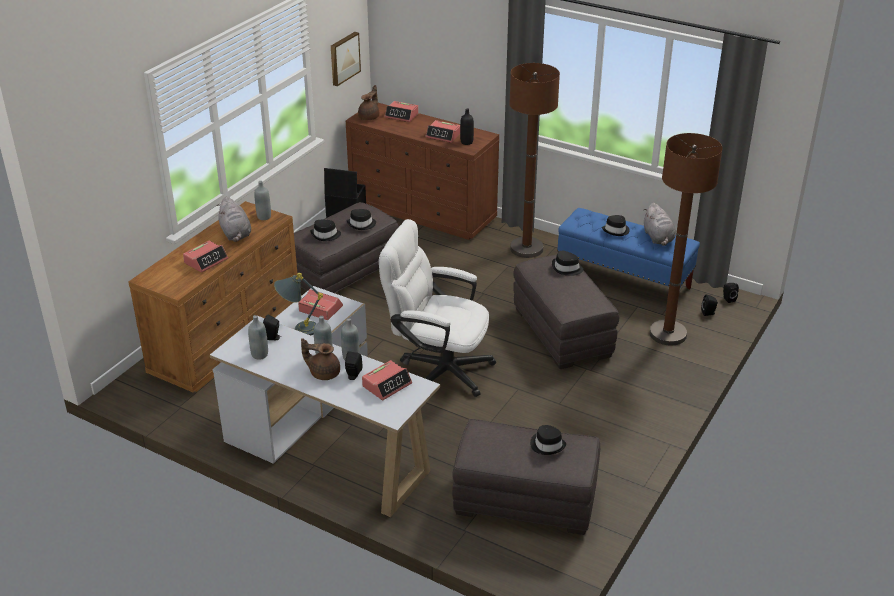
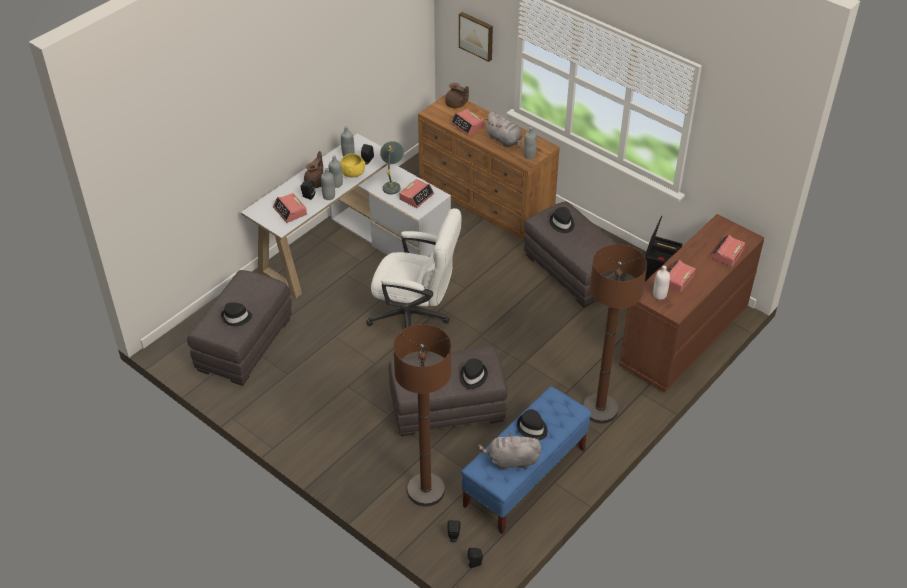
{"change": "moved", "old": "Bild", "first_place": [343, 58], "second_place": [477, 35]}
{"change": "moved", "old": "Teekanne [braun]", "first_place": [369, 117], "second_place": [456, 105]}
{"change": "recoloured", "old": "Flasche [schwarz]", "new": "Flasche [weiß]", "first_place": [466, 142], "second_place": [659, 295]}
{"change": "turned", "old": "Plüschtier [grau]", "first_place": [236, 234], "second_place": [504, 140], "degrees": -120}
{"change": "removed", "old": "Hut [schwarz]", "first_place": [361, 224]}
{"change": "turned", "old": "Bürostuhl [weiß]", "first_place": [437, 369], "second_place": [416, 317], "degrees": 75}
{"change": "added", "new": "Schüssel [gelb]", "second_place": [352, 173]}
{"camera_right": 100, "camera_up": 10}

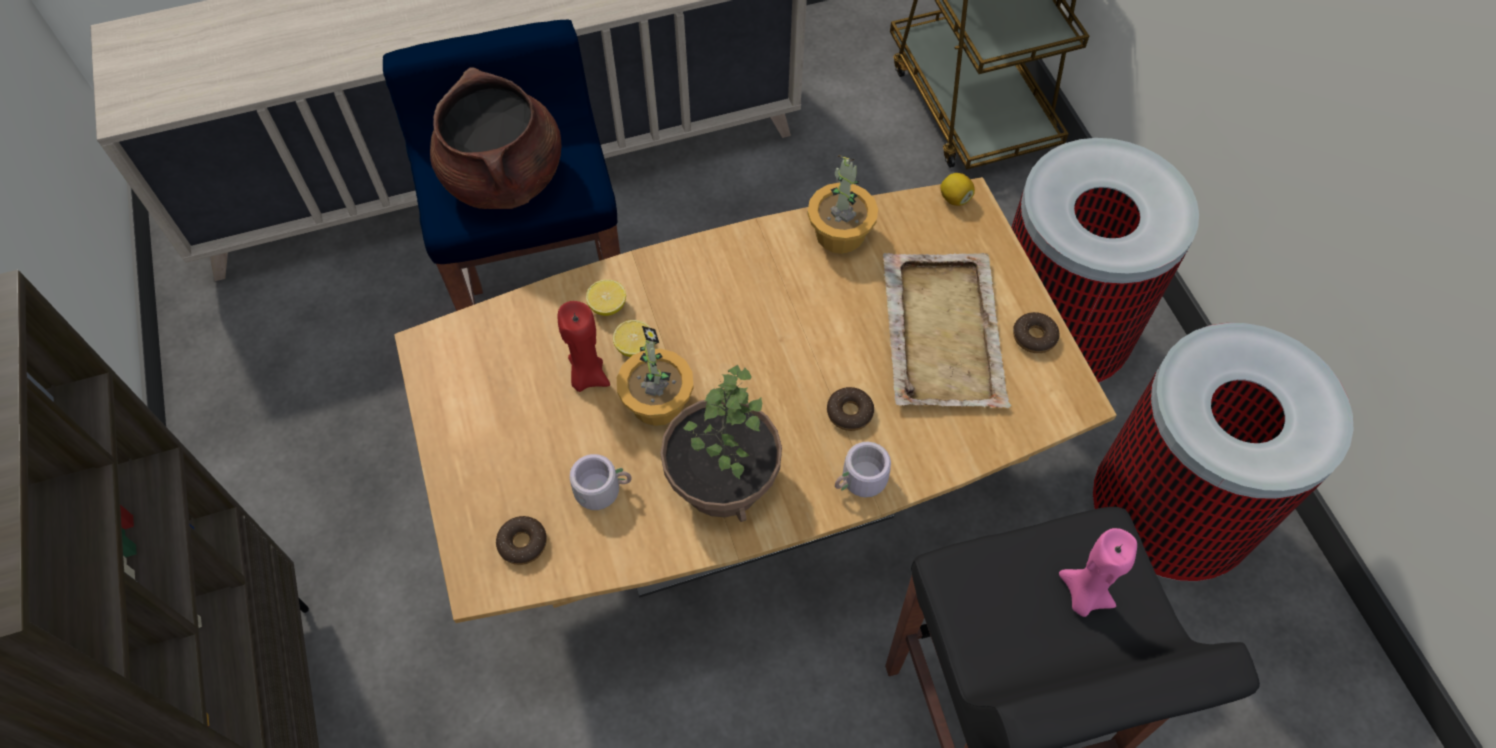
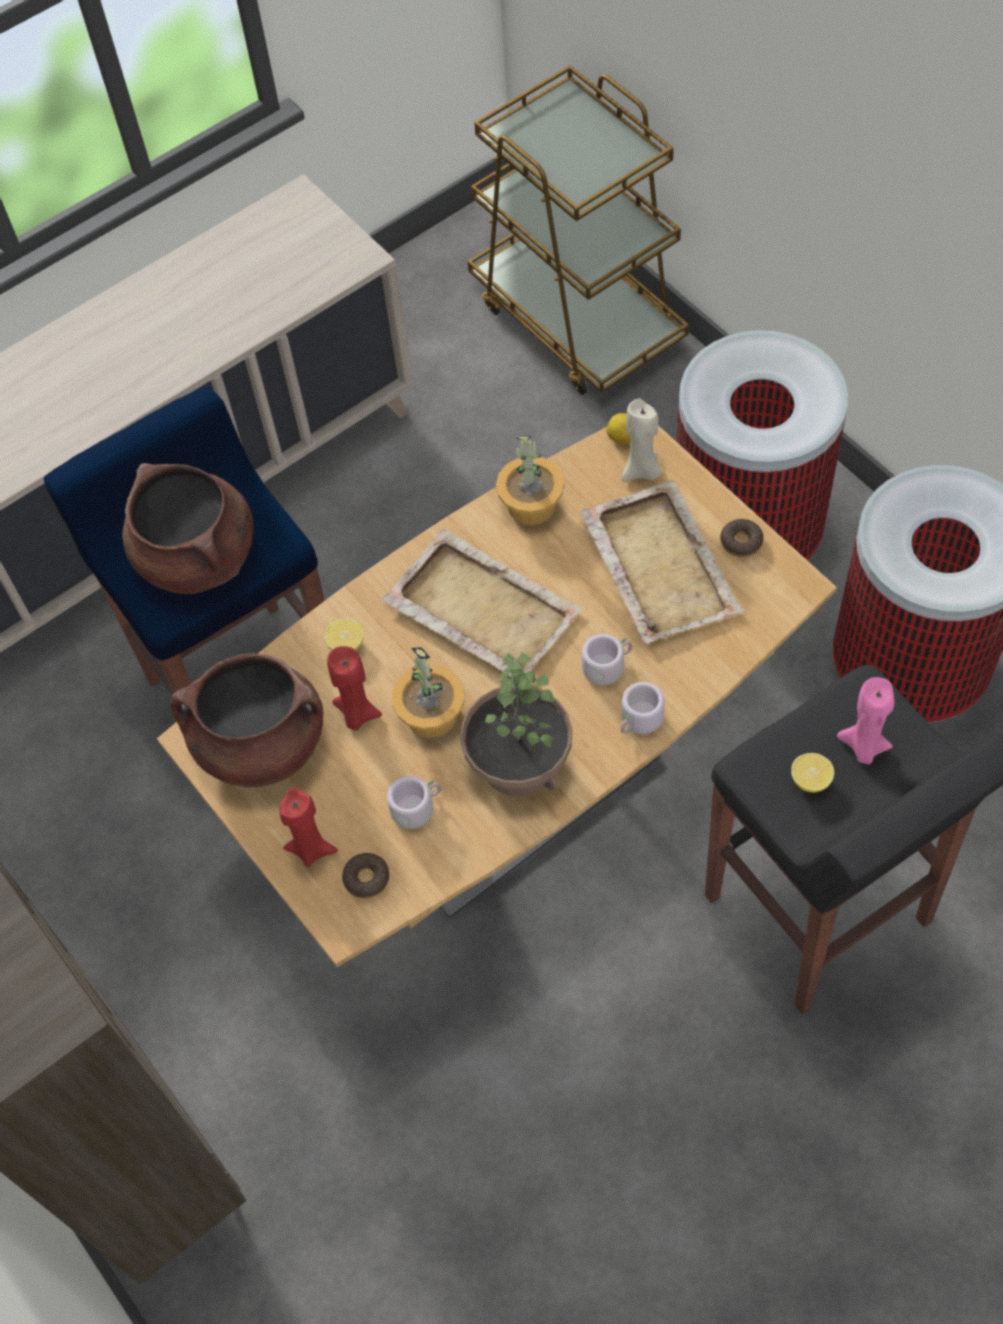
{"change": "moved", "old": "Zitrone", "first_place": [634, 347], "second_place": [810, 780]}
{"change": "replaced", "old": "Donut", "new": "Henkelbecher [grau]", "first_place": [849, 412], "second_place": [606, 665]}
{"change": "added", "new": "Kerze [beige]", "second_place": [642, 471]}
{"change": "added", "new": "Tablett [beige]", "second_place": [480, 607]}
{"change": "added", "new": "Kochtopf [braun]", "second_place": [261, 745]}
{"change": "added", "new": "Kerze [rot]", "second_place": [311, 848]}
{"camera_right": -15, "camera_up": 0}

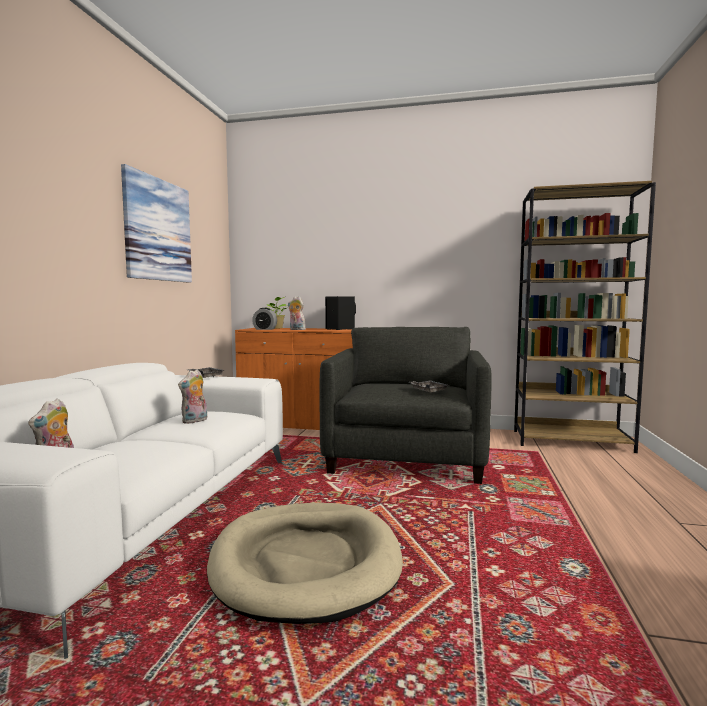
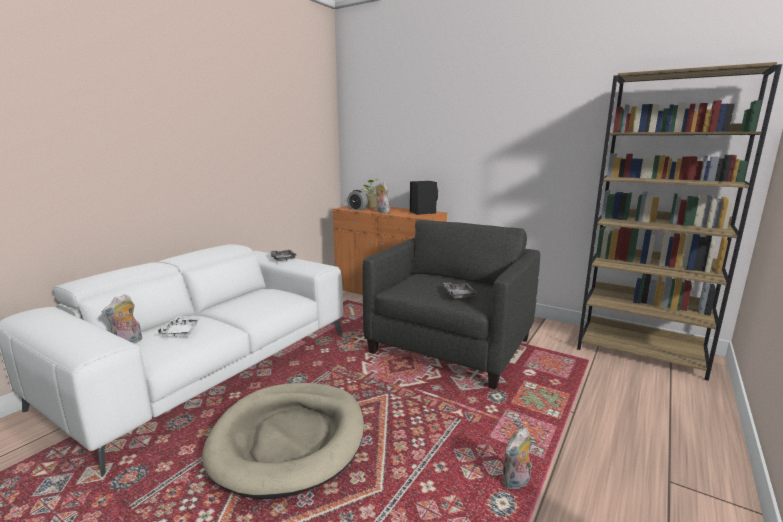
{"change": "removed", "old": "Bild", "first_place": [158, 230]}
{"change": "moved", "old": "Plüschtier", "first_place": [195, 421], "second_place": [516, 483]}
{"change": "added", "new": "Tablett [weiß]", "second_place": [181, 332]}
{"camera_right": 20, "camera_up": 10}

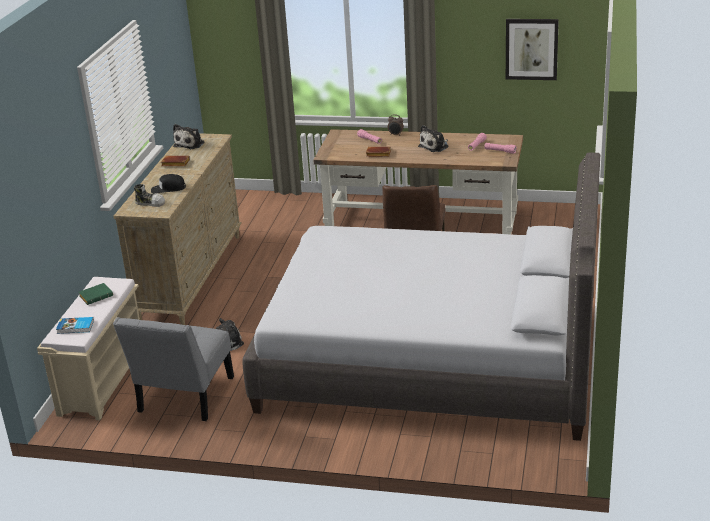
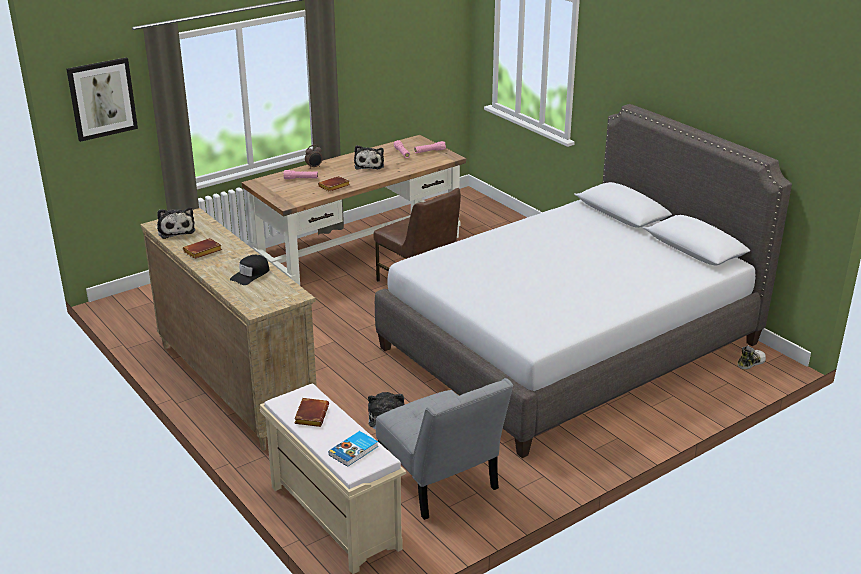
{"change": "moved", "old": "Bild", "first_place": [531, 49], "second_place": [102, 98]}
{"change": "moved", "old": "Schuh", "first_place": [150, 203], "second_place": [750, 363]}
{"change": "recoloured", "old": "Buch [grün]", "new": "Buch [braun]", "first_place": [96, 296], "second_place": [310, 415]}
{"camera_right": -50, "camera_up": 0}

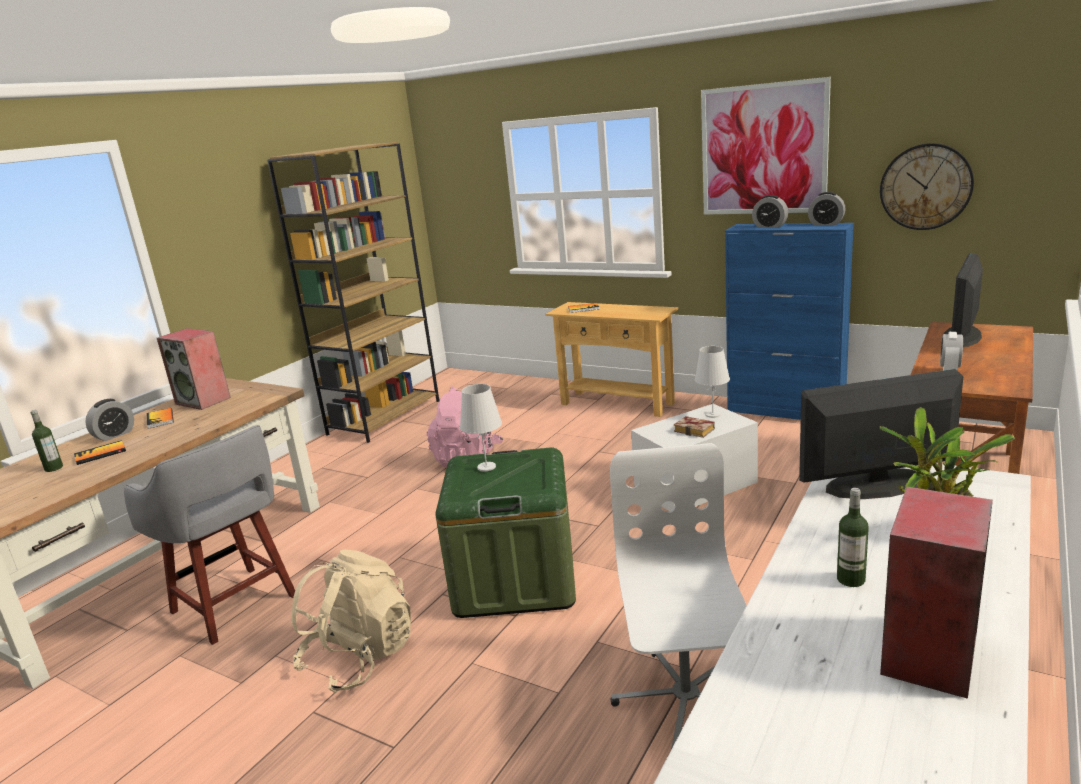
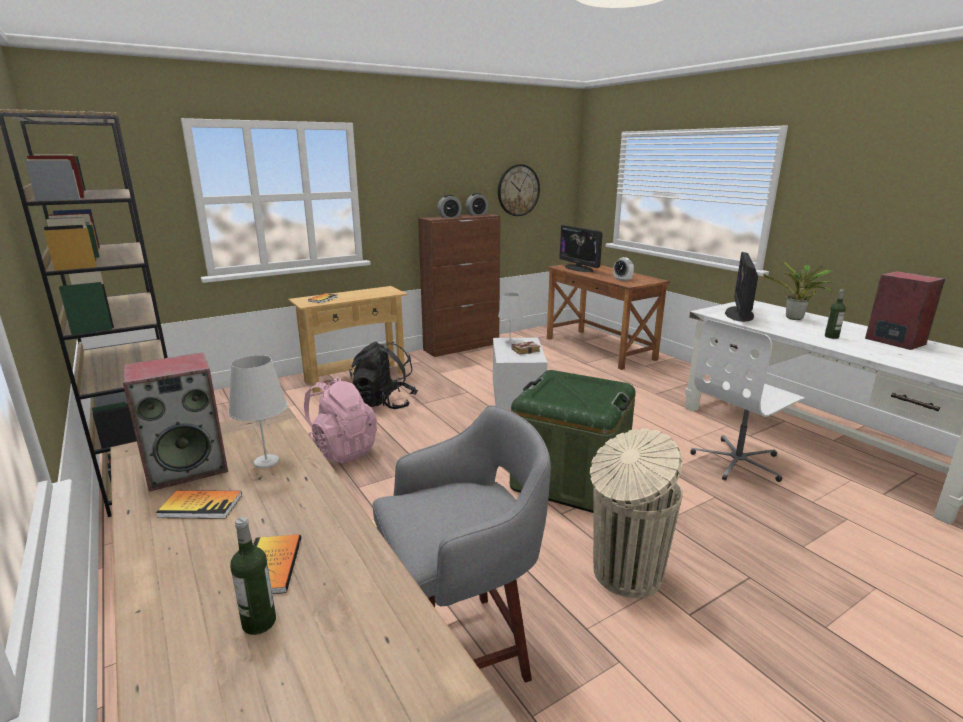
{"change": "removed", "old": "Bild", "first_place": [763, 150]}
{"change": "recoloured", "old": "Schrank [blau]", "new": "Schrank [braun]", "first_place": [786, 411], "second_place": [462, 346]}
{"change": "moved", "old": "Tischlampe [weiß]", "first_place": [486, 467], "second_place": [266, 462]}
{"change": "removed", "old": "Wecker", "first_place": [114, 435]}
{"change": "turned", "old": "Bürostuhl [weiß]", "first_place": [684, 699], "second_place": [738, 462], "degrees": -60}
{"change": "replaced", "old": "Rucksack [beige]", "new": "Mülleimer [beige]", "first_place": [360, 658], "second_place": [625, 574]}
{"change": "added", "new": "Rucksack [schwarz]", "second_place": [384, 403]}
{"camera_right": -65, "camera_up": 0}

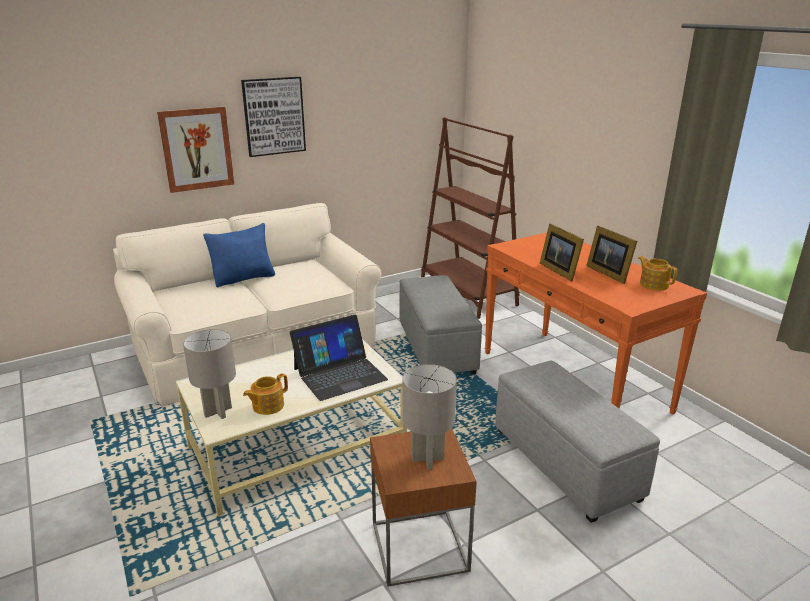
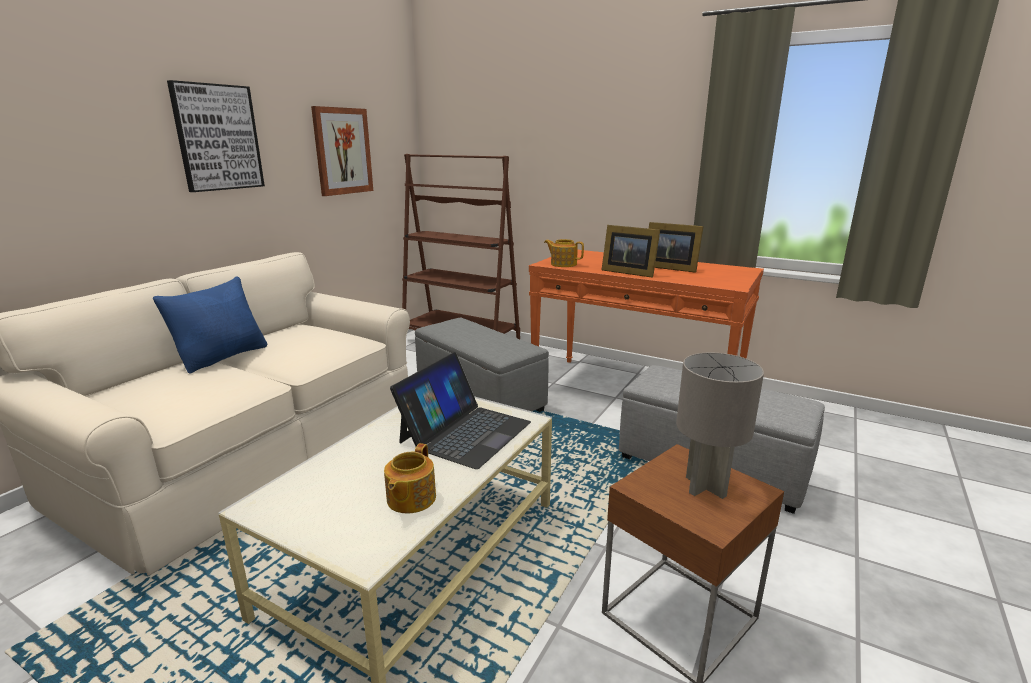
{"change": "moved", "old": "Bild", "first_place": [196, 149], "second_place": [342, 151]}
{"change": "moved", "old": "Teekanne", "first_place": [653, 284], "second_place": [563, 264]}
{"change": "removed", "old": "Tischlampe [grau]", "first_place": [218, 412]}
{"camera_right": -30, "camera_up": -5}

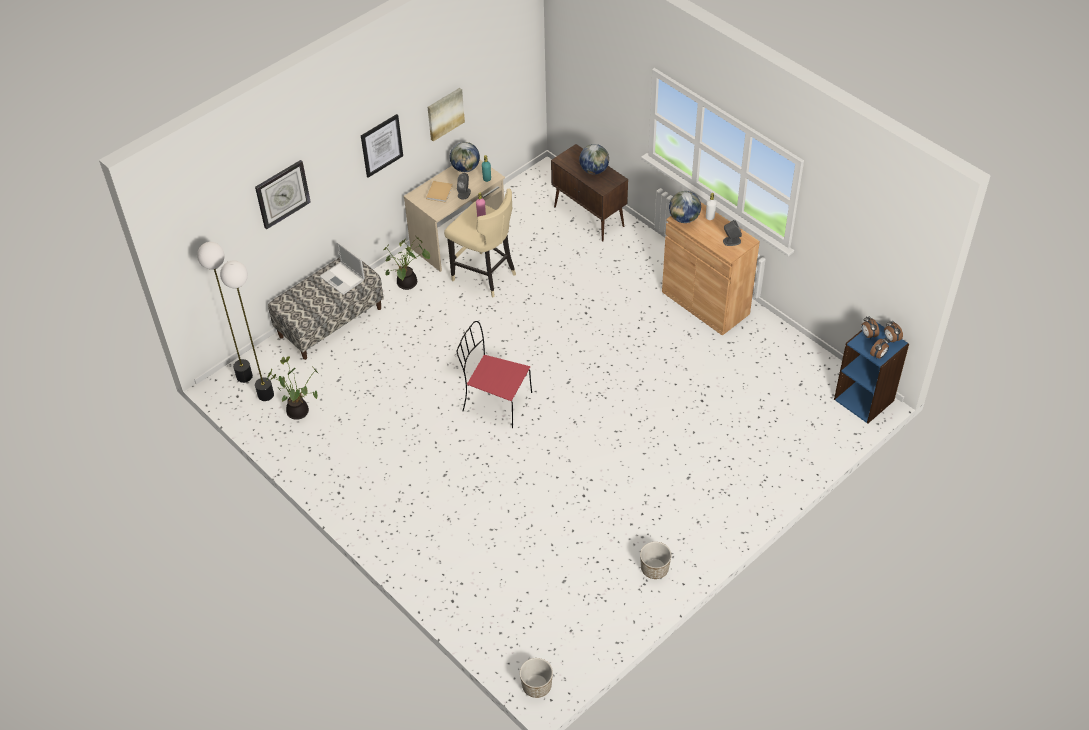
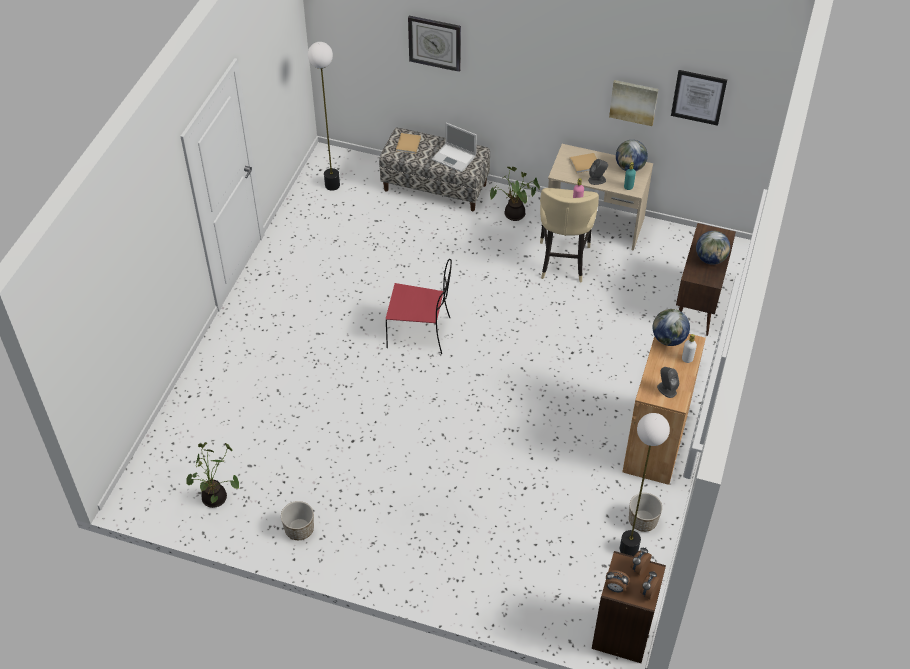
{"change": "moved", "old": "Bild", "first_place": [381, 145], "second_place": [698, 97]}
{"change": "moved", "old": "Stehlampe", "first_place": [244, 376], "second_place": [628, 548]}
{"change": "turned", "old": "Laptop", "first_place": [343, 278], "second_place": [454, 158], "degrees": -75}
{"change": "turned", "old": "Stuhl [rot]", "first_place": [495, 401], "second_place": [420, 332], "degrees": 105}
{"change": "recoloured", "old": "Bücherregal [blau]", "new": "Bücherregal [braun]", "first_place": [864, 399], "second_place": [623, 633]}
{"change": "moved", "old": "Topfpflanze", "first_place": [299, 410], "second_place": [217, 498]}
{"change": "moved", "old": "Pflanzkübel", "first_place": [537, 685], "second_place": [642, 521]}
{"change": "added", "new": "Buch [beige]", "second_place": [408, 145]}
{"camera_right": 60, "camera_up": 0}

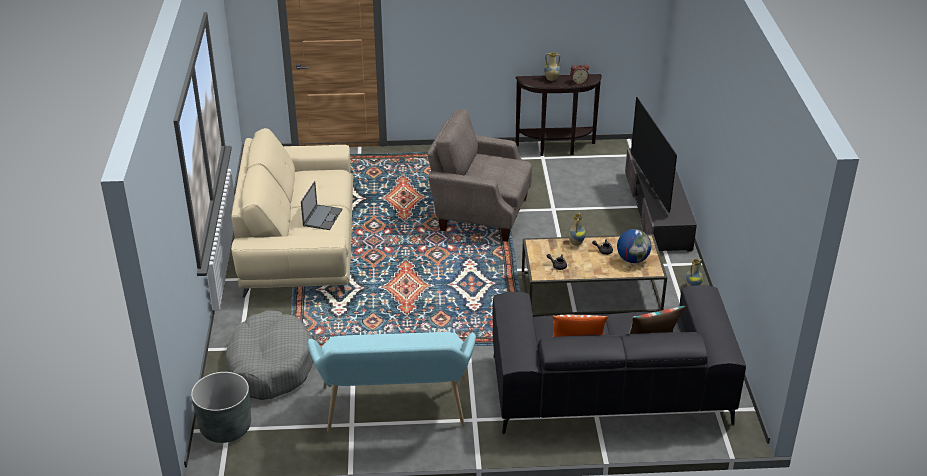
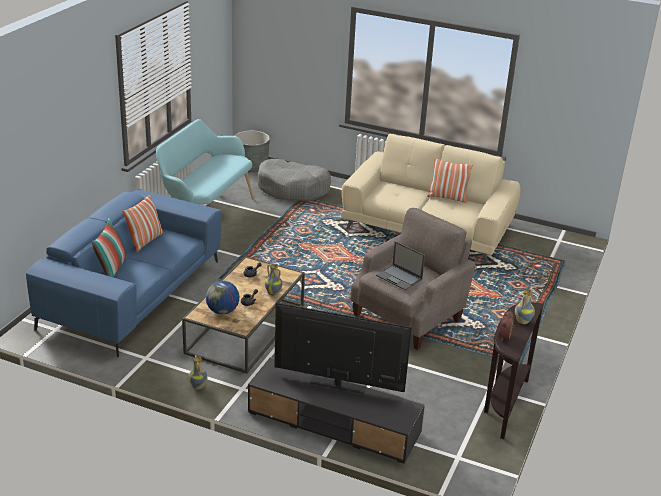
{"change": "moved", "old": "Laptop", "first_place": [322, 217], "second_place": [399, 278]}
{"change": "recoloured", "old": "Sofa [grau]", "new": "Sofa [blau]", "first_place": [609, 388], "second_place": [133, 294]}
{"change": "added", "new": "Kissen", "second_place": [447, 198]}
{"camera_right": 115, "camera_up": -5}

